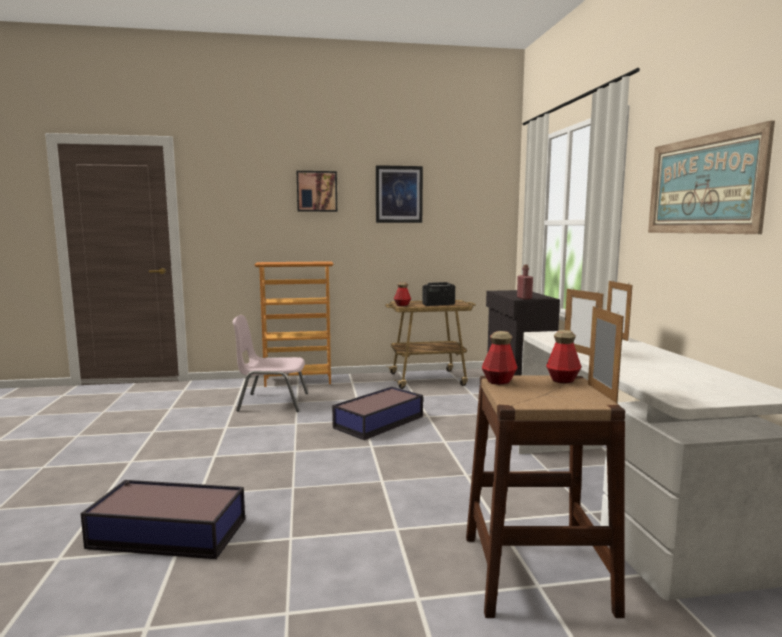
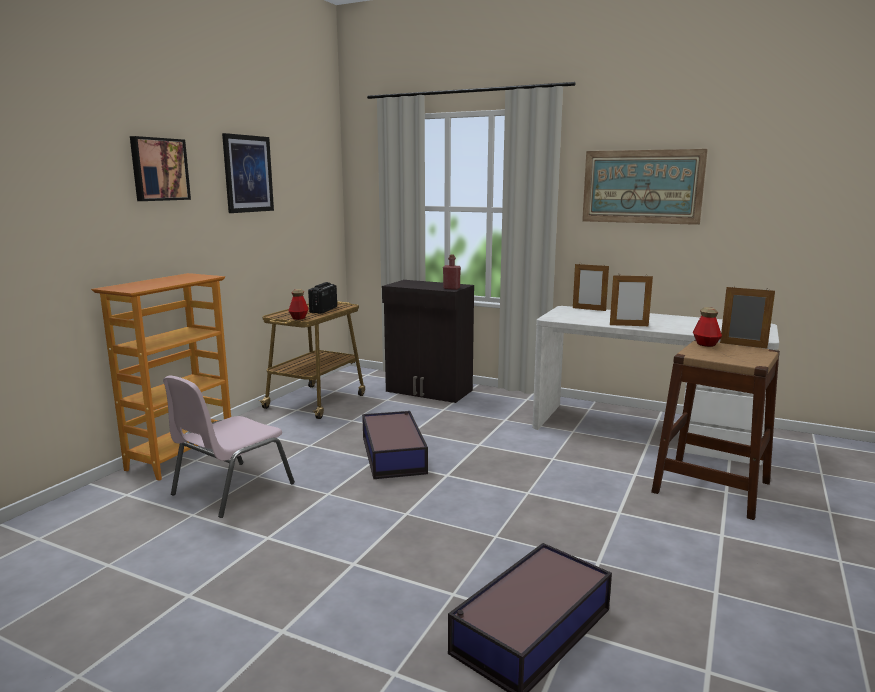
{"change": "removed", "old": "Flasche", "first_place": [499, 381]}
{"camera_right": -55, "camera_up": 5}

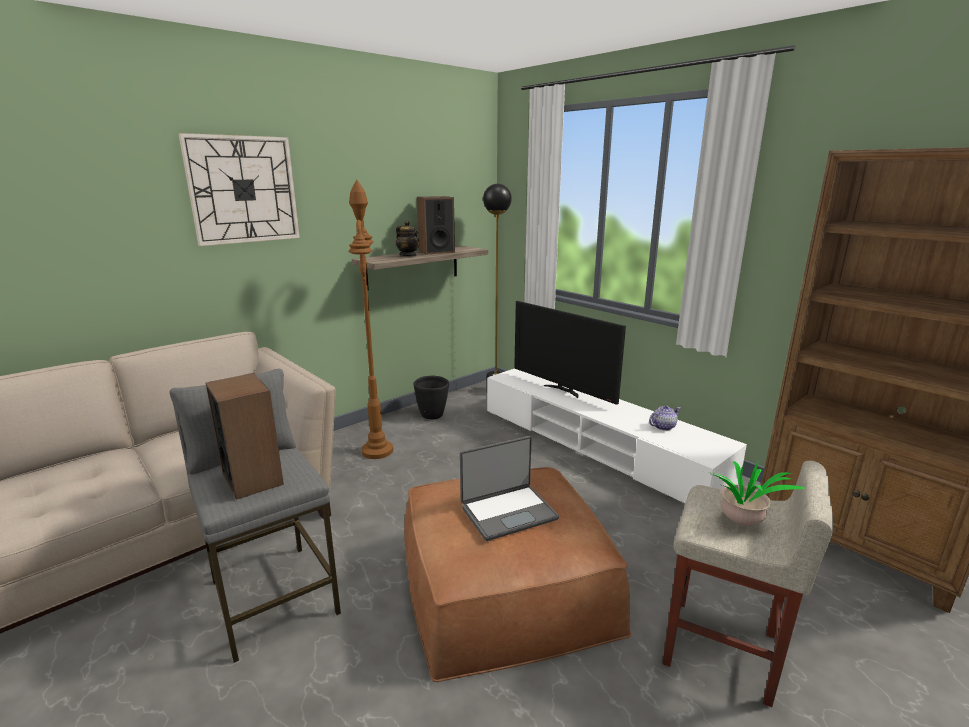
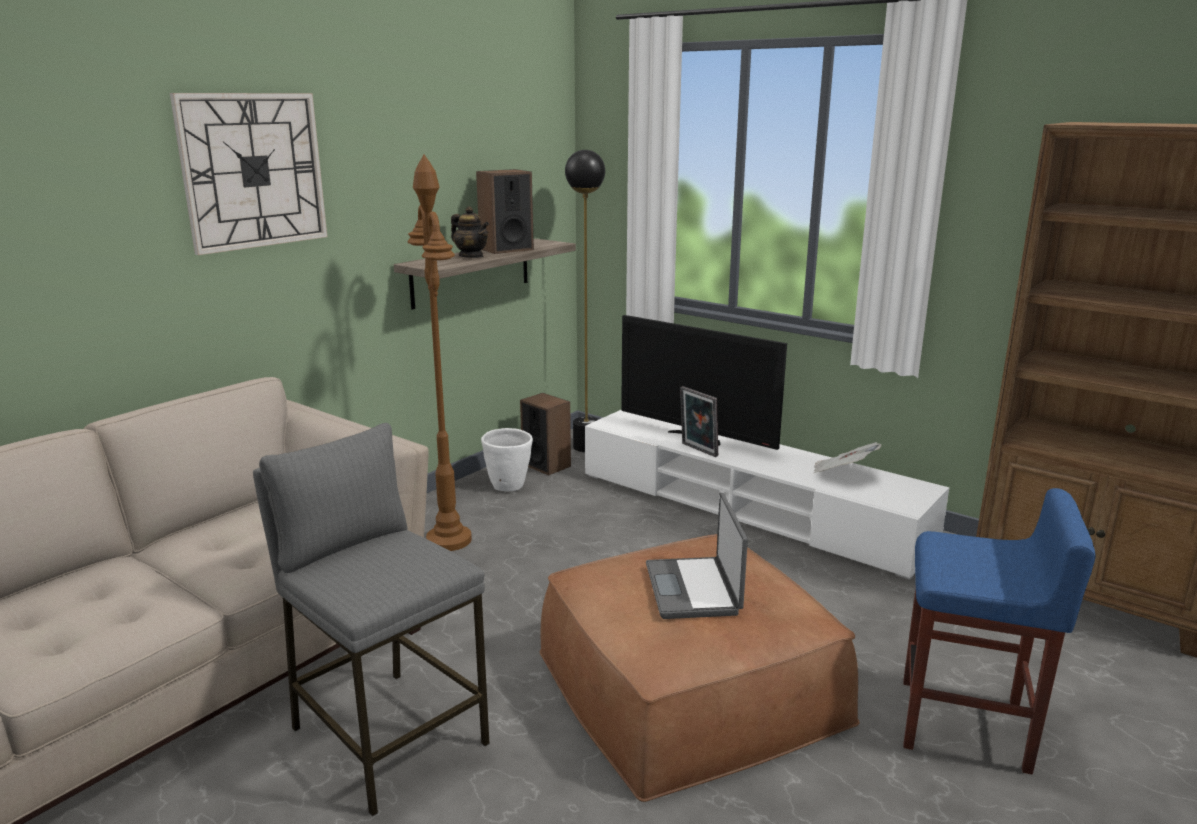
{"change": "moved", "old": "Lautsprecher", "first_place": [253, 478], "second_place": [546, 465]}
{"change": "recoloured", "old": "Pflanzkübel [schwarz]", "new": "Pflanzkübel [weiß]", "first_place": [432, 416], "second_place": [509, 487]}
{"change": "replaced", "old": "Teekanne", "new": "Zeitung", "first_place": [663, 426], "second_place": [842, 474]}
{"change": "turned", "old": "Laptop", "first_place": [508, 512], "second_place": [694, 589], "degrees": 120}
{"change": "removed", "old": "Topfpflanze", "first_place": [742, 524]}
{"change": "recoloured", "old": "Hocker [beige]", "new": "Hocker [blau]", "first_place": [722, 650], "second_place": [966, 725]}
{"change": "added", "new": "Bilderrahmen", "second_place": [697, 450]}
{"camera_right": -10, "camera_up": 0}

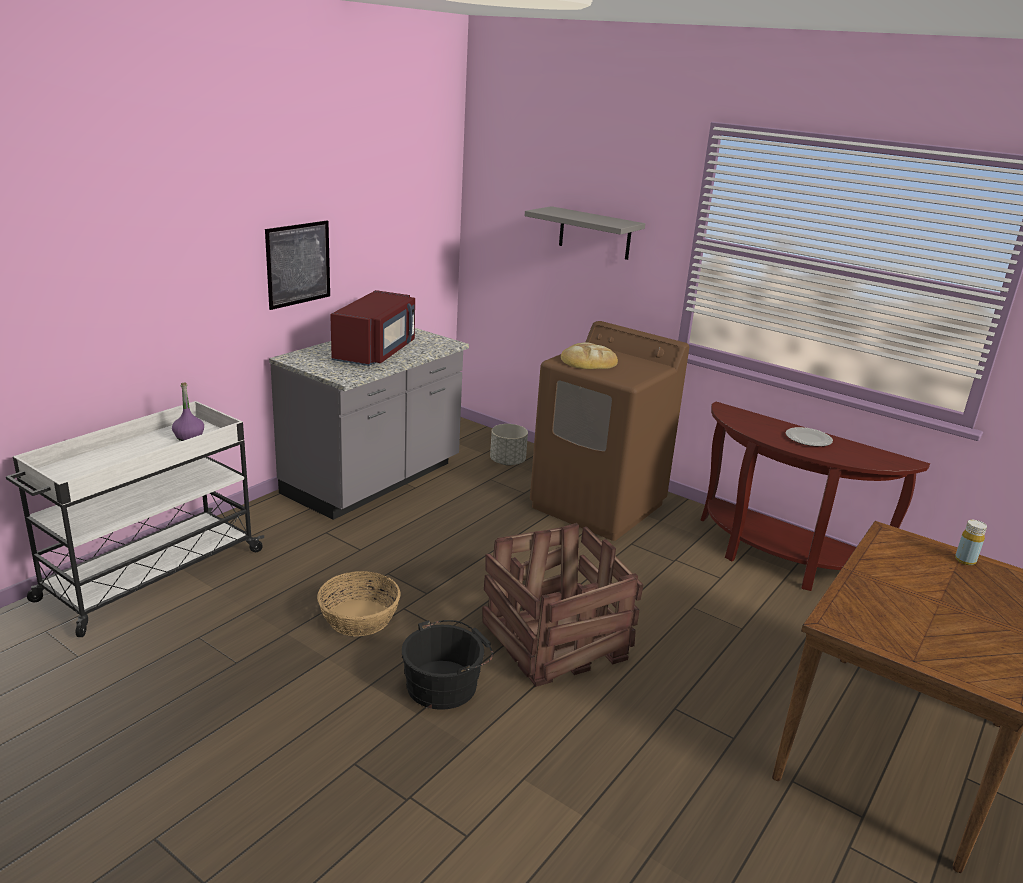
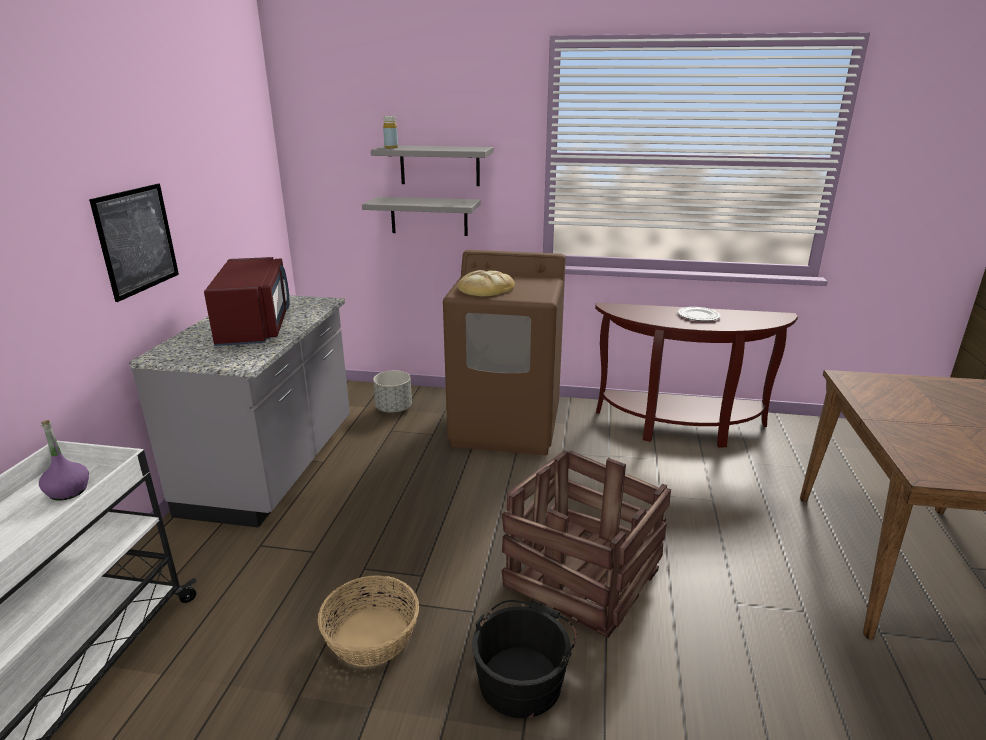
{"change": "moved", "old": "Flasche [gelb]", "first_place": [965, 560], "second_place": [391, 147]}
{"change": "added", "new": "Wandregal [grau]", "second_place": [429, 216]}
{"camera_right": -25, "camera_up": 0}

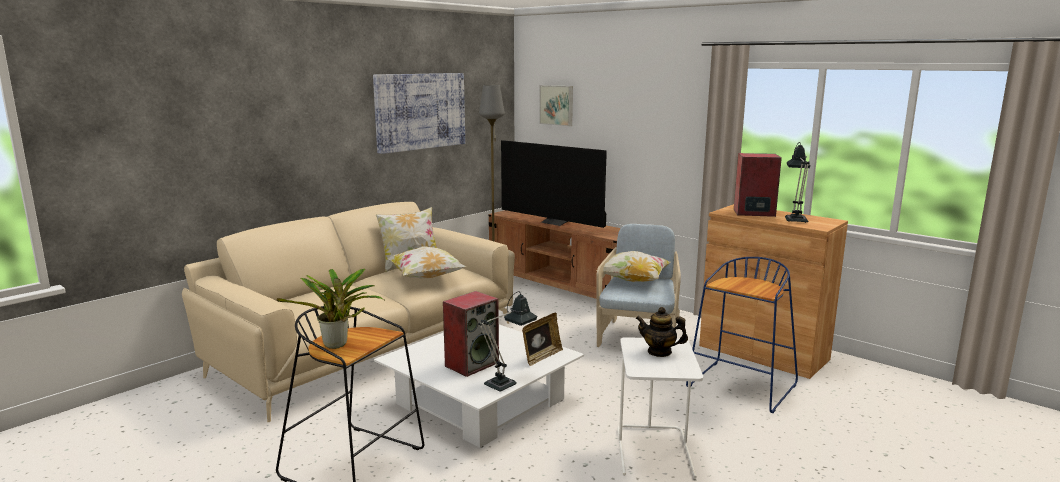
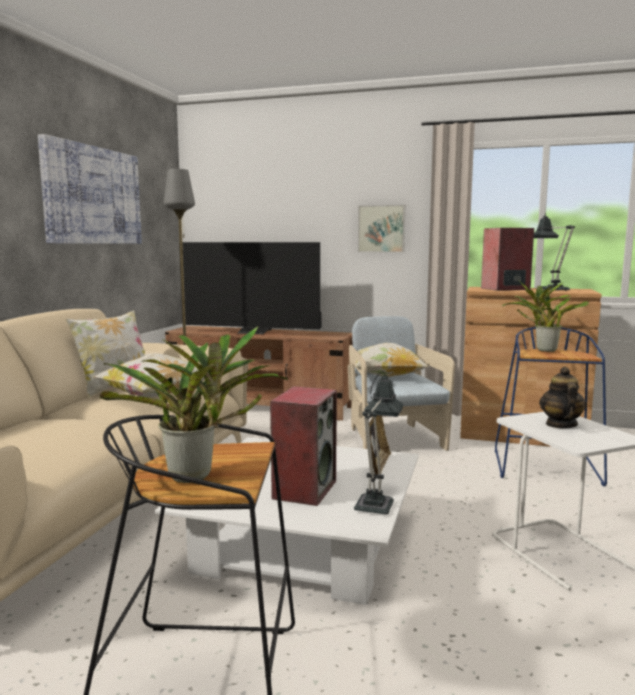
{"change": "moved", "old": "Bild", "first_place": [557, 105], "second_place": [381, 229]}
{"change": "turned", "old": "Teekanne", "first_place": [659, 352], "second_place": [560, 425], "degrees": 105}
{"change": "added", "new": "Topfpflanze", "second_place": [543, 350]}
{"camera_right": -25, "camera_up": -5}

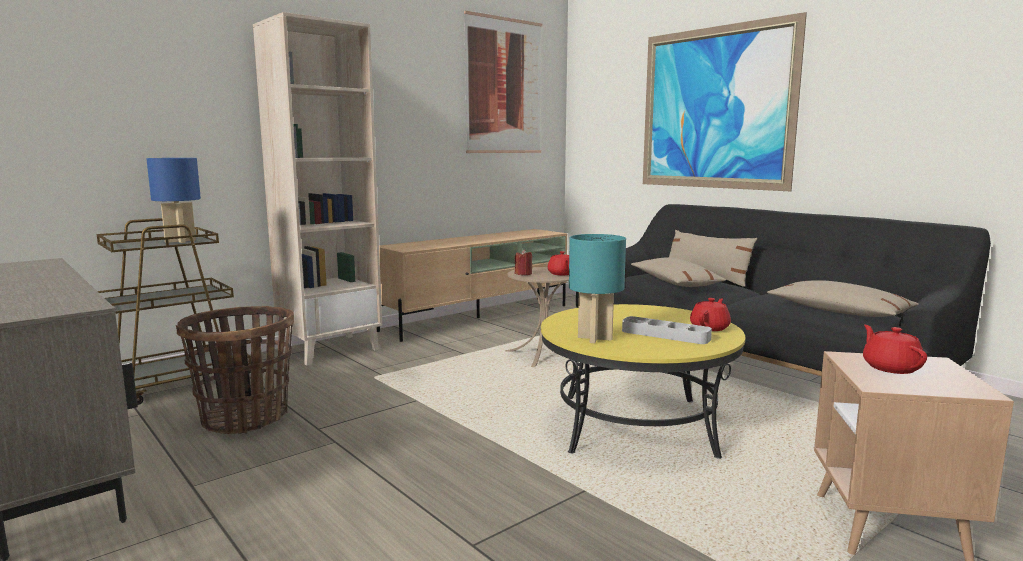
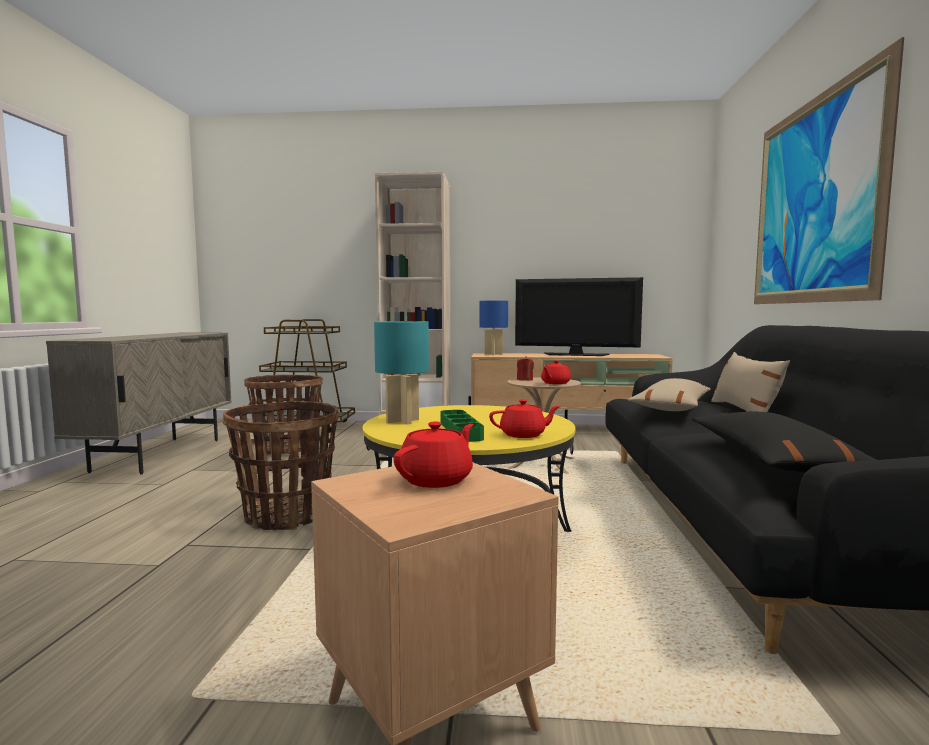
{"change": "removed", "old": "Bild", "first_place": [504, 86]}
{"change": "moved", "old": "Tischlampe [blau]", "first_place": [180, 241], "second_place": [493, 354]}
{"change": "recoloured", "old": "Kissen [beige]", "new": "Kissen [schwarz]", "first_place": [839, 312], "second_place": [770, 460]}
{"change": "recoloured", "old": "Tablett [grau]", "new": "Tablett [grün]", "first_place": [665, 335], "second_place": [460, 430]}
{"change": "added", "new": "Fernseher", "second_place": [575, 354]}
{"change": "added", "new": "Korb", "second_place": [287, 515]}
{"camera_right": 45, "camera_up": -5}

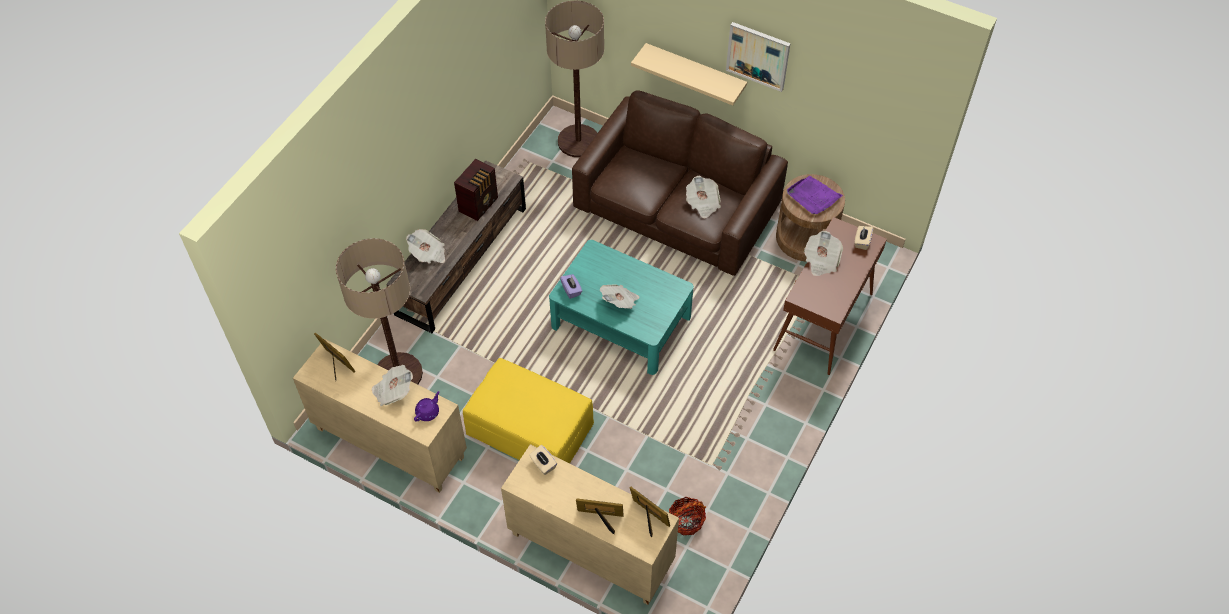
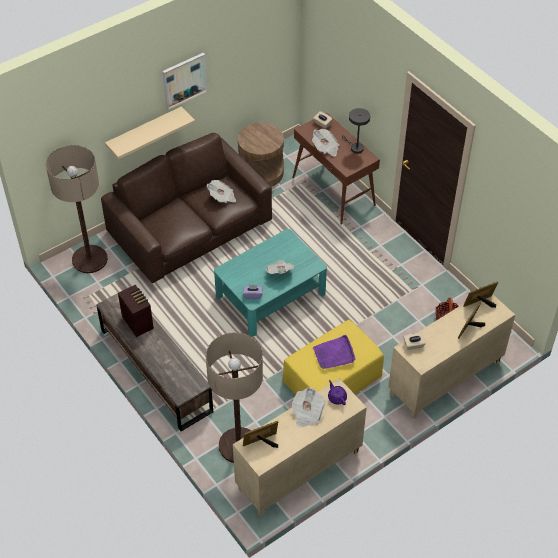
{"change": "moved", "old": "Tablett [lila]", "first_place": [813, 196], "second_place": [334, 354]}
{"change": "removed", "old": "Zeitung", "first_place": [428, 254]}
{"change": "added", "new": "Tischlampe [grau]", "second_place": [355, 147]}
{"camera_right": -65, "camera_up": -5}

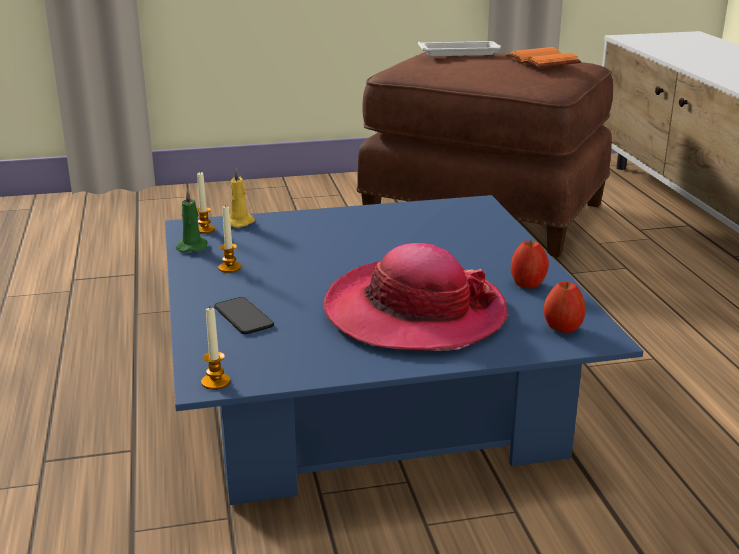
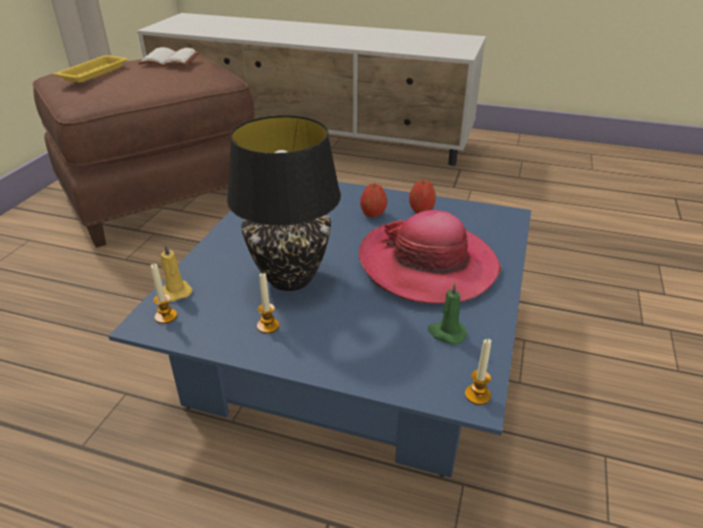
{"change": "recoloured", "old": "Tablett [weiß]", "new": "Tablett [gelb]", "first_place": [460, 53], "second_place": [95, 72]}
{"change": "recoloured", "old": "Buch [orange]", "new": "Buch [weiß]", "first_place": [540, 61], "second_place": [168, 60]}
{"change": "moved", "old": "Kerze [grün]", "first_place": [192, 247], "second_place": [446, 333]}
{"change": "moved", "old": "Apfel", "first_place": [562, 329], "second_place": [373, 214]}
{"change": "removed", "old": "Handy", "first_place": [243, 317]}
{"change": "added", "new": "Tischlampe [schwarz]", "second_place": [289, 278]}
{"camera_right": -60, "camera_up": 10}

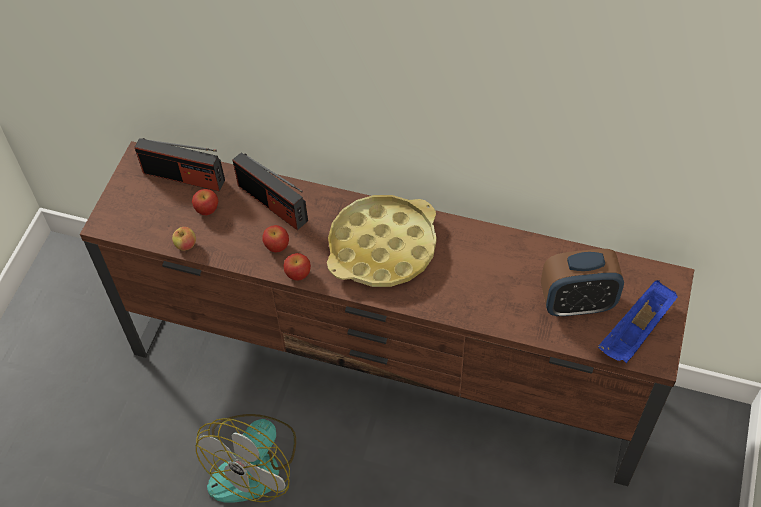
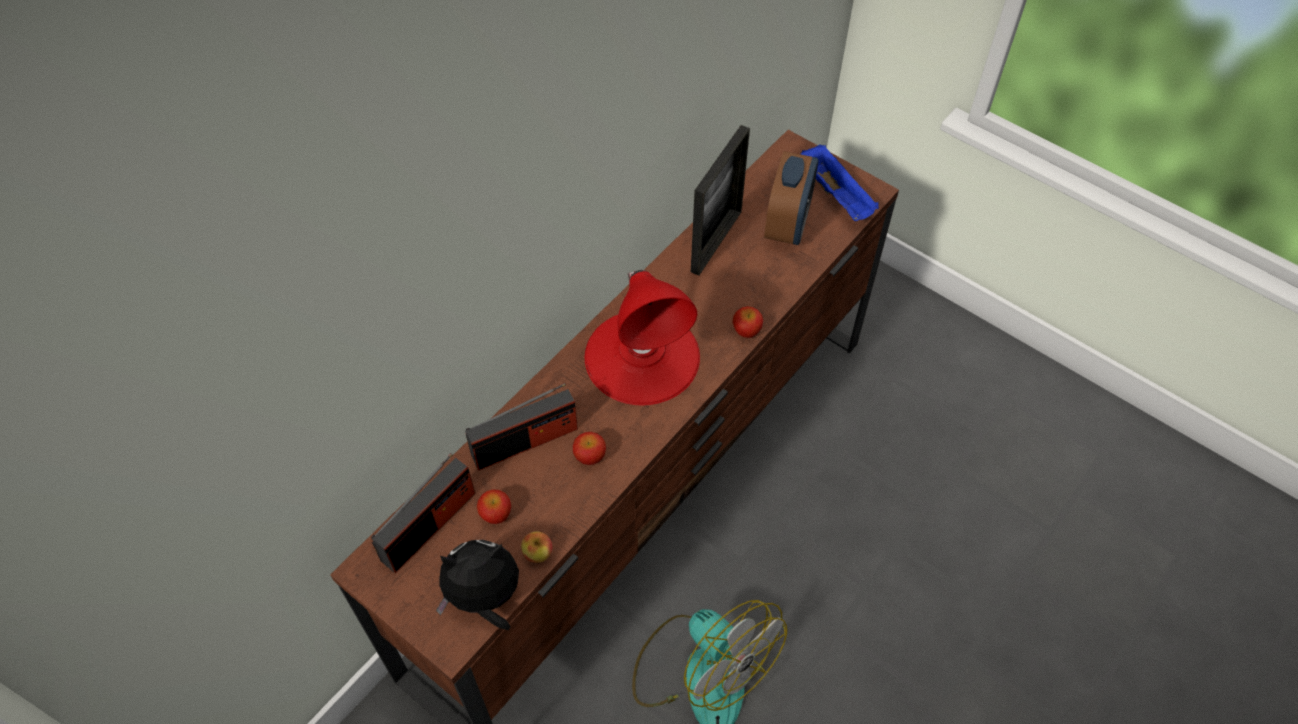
{"change": "replaced", "old": "Tablett [gelb]", "new": "Tischlampe [rot]", "first_place": [382, 247], "second_place": [642, 356]}
{"change": "moved", "old": "Apfel", "first_place": [298, 274], "second_place": [746, 331]}
{"change": "added", "new": "Bilderrahmen", "second_place": [716, 241]}
{"change": "added", "new": "Plüschtier", "second_place": [484, 598]}
{"camera_right": -70, "camera_up": 0}

